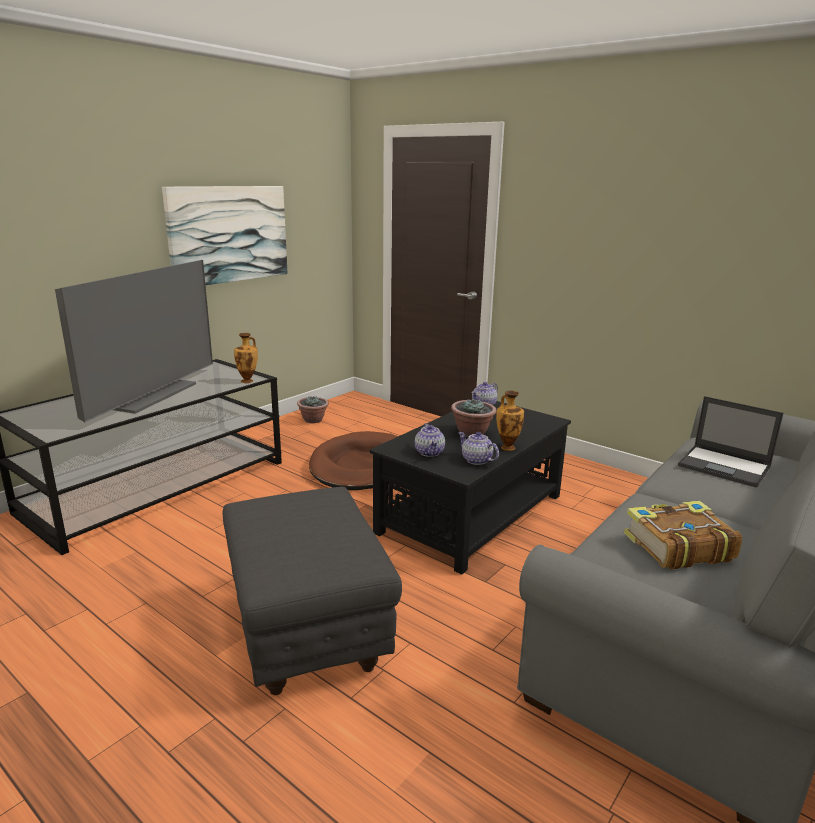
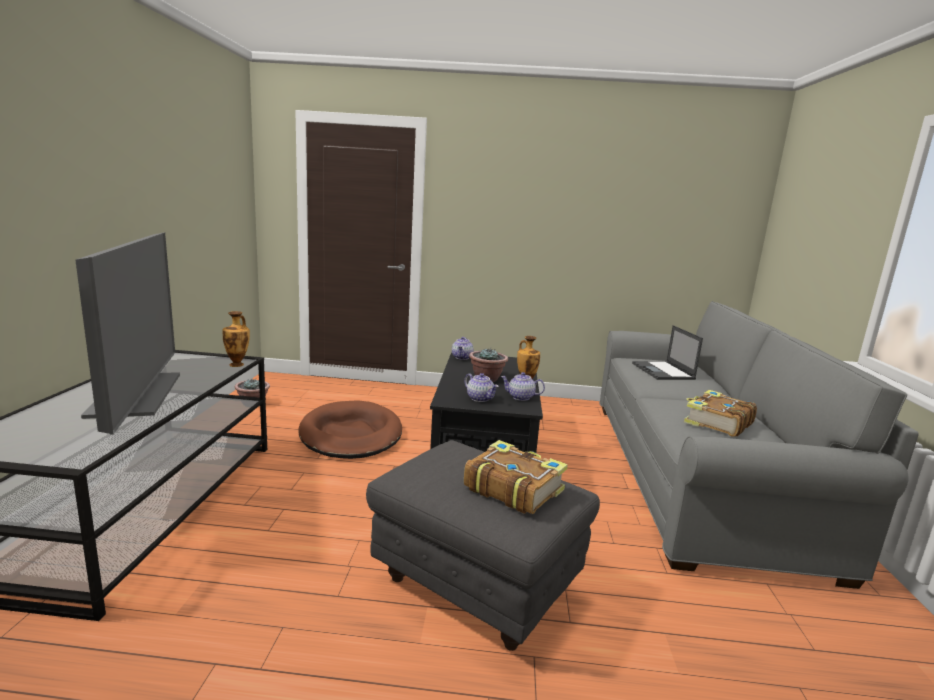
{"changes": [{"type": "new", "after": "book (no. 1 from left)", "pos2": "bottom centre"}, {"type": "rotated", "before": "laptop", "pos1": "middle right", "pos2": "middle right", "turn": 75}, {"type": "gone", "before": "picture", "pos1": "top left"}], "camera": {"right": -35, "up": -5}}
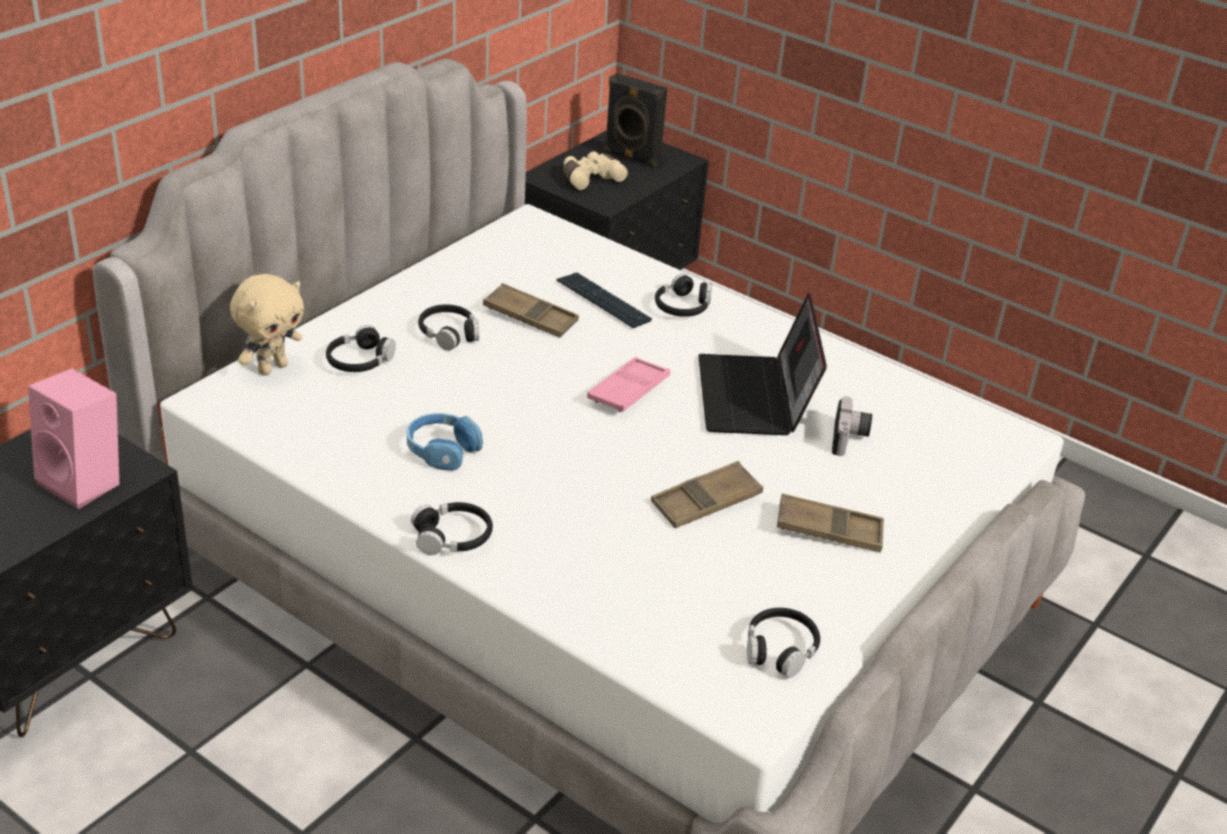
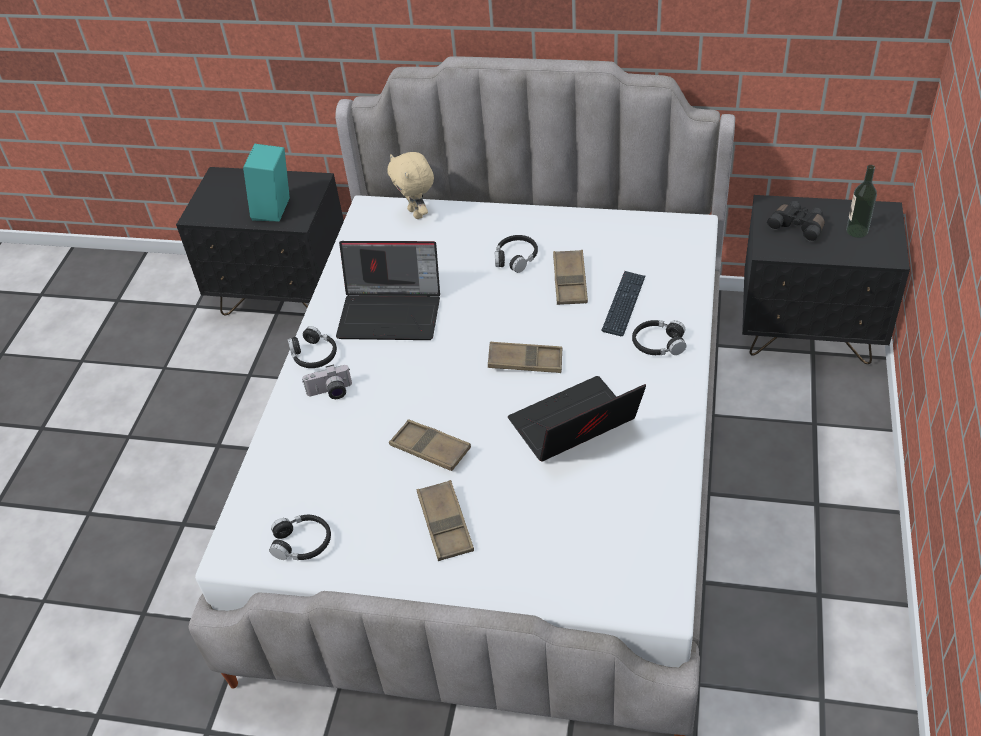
{"changes": [{"type": "repainted", "before": "pink_speaker", "after": "turquoise_speaker", "pos1": "middle left", "pos2": "top left"}, {"type": "shifted", "before": "photo_camera", "pos1": "middle right", "pos2": "centre"}, {"type": "swapped", "before": "blue_headphones", "after": "laptop (no. 1 from left)", "pos1": "centre", "pos2": "centre"}, {"type": "rotated", "before": "beige_plush_toy", "pos1": "middle left", "pos2": "top centre", "turn": 45}, {"type": "repainted", "before": "pink_tray", "after": "brown_tray (no. 3 from left)", "pos1": "centre", "pos2": "centre"}, {"type": "repainted", "before": "beige_binoculars", "after": "black_binoculars", "pos1": "top centre", "pos2": "top right"}, {"type": "swapped", "before": "black_speaker", "after": "bottle", "pos1": "top centre", "pos2": "top right"}, {"type": "gone", "before": "black_headphones (no. 1 from left)", "pos1": "middle left"}], "camera": {"right": 70, "up": 10}}
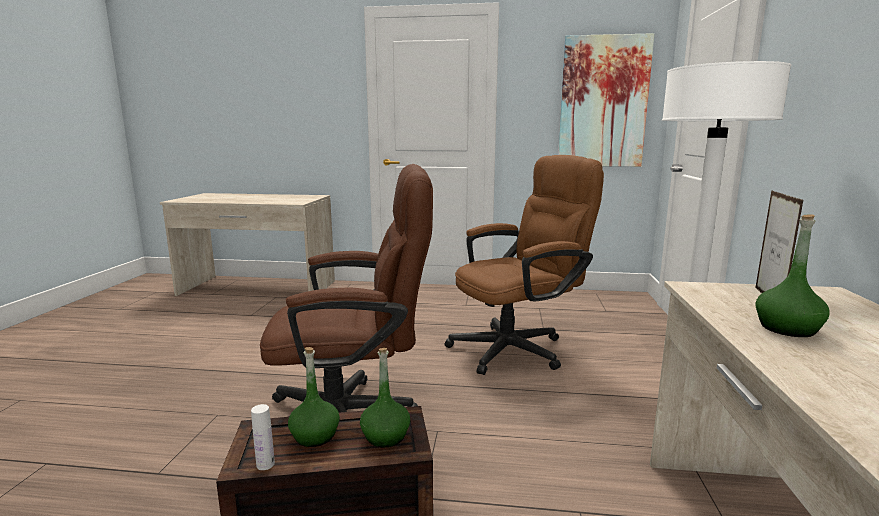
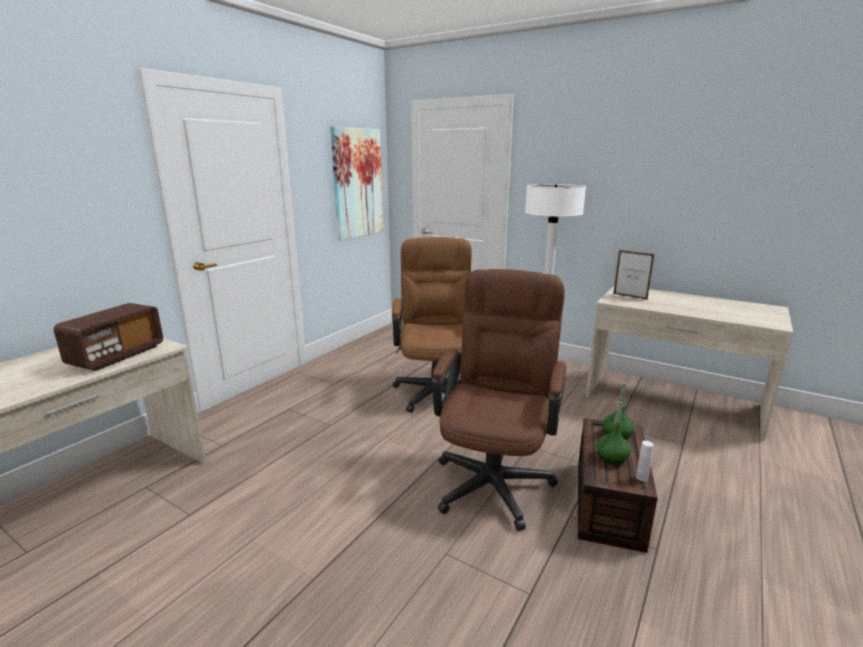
{"changes": [{"type": "new", "after": "radio", "pos2": "middle left"}, {"type": "gone", "before": "green_bottle (no. 3 from left)", "pos1": "middle right"}], "camera": {"right": -65, "up": 5}}
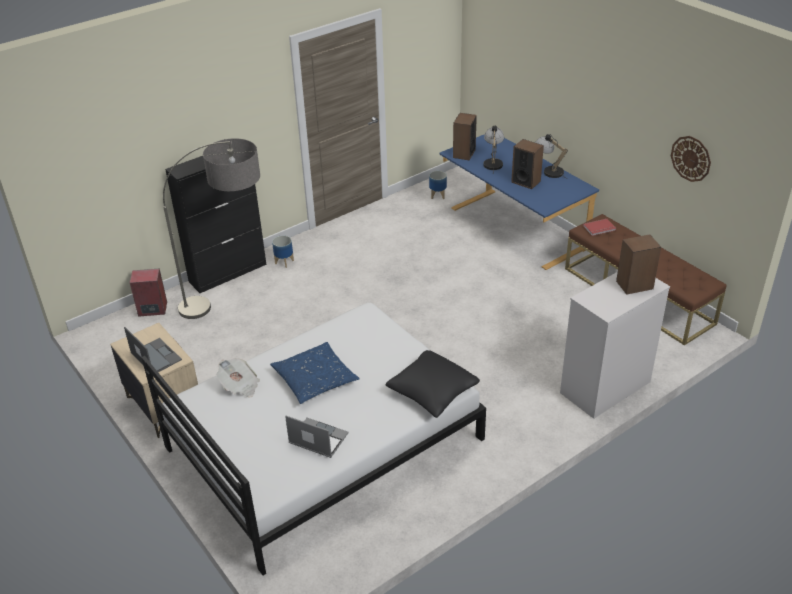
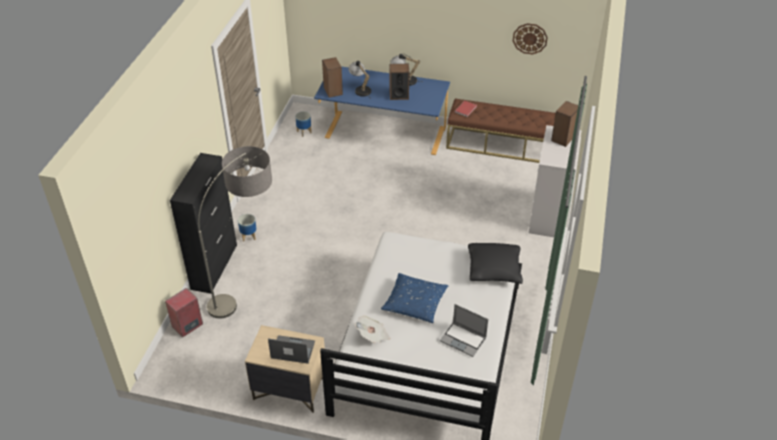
{"changes": [{"type": "rotated", "before": "laptop (no. 2 from left)", "pos1": "bottom centre", "pos2": "bottom centre", "turn": -135}], "camera": {"right": -40, "up": 5}}
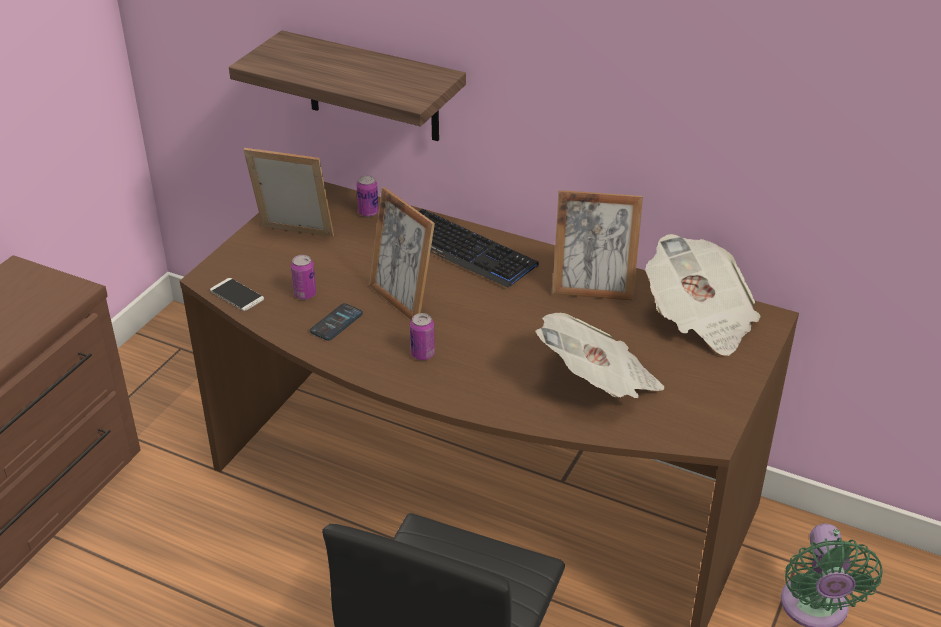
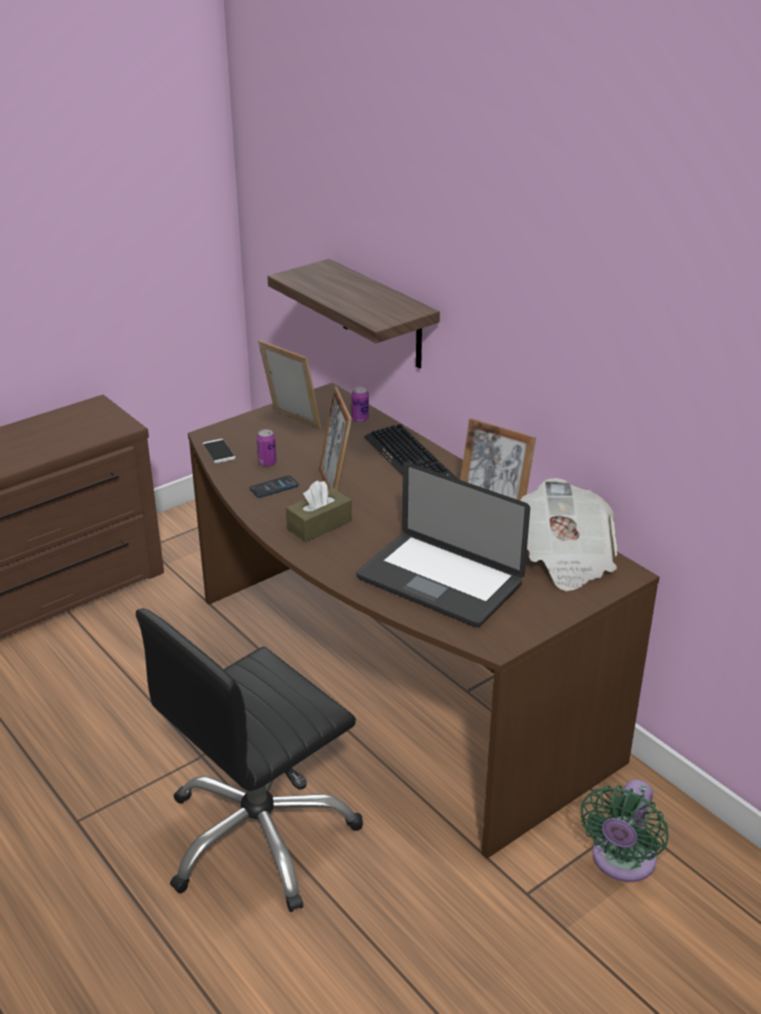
{"changes": [{"type": "swapped", "before": "can (no. 3 from left)", "after": "brown_tissue_box", "pos1": "centre", "pos2": "centre"}, {"type": "swapped", "before": "newspaper (no. 1 from left)", "after": "laptop", "pos1": "centre", "pos2": "centre"}], "camera": {"right": 25, "up": -5}}
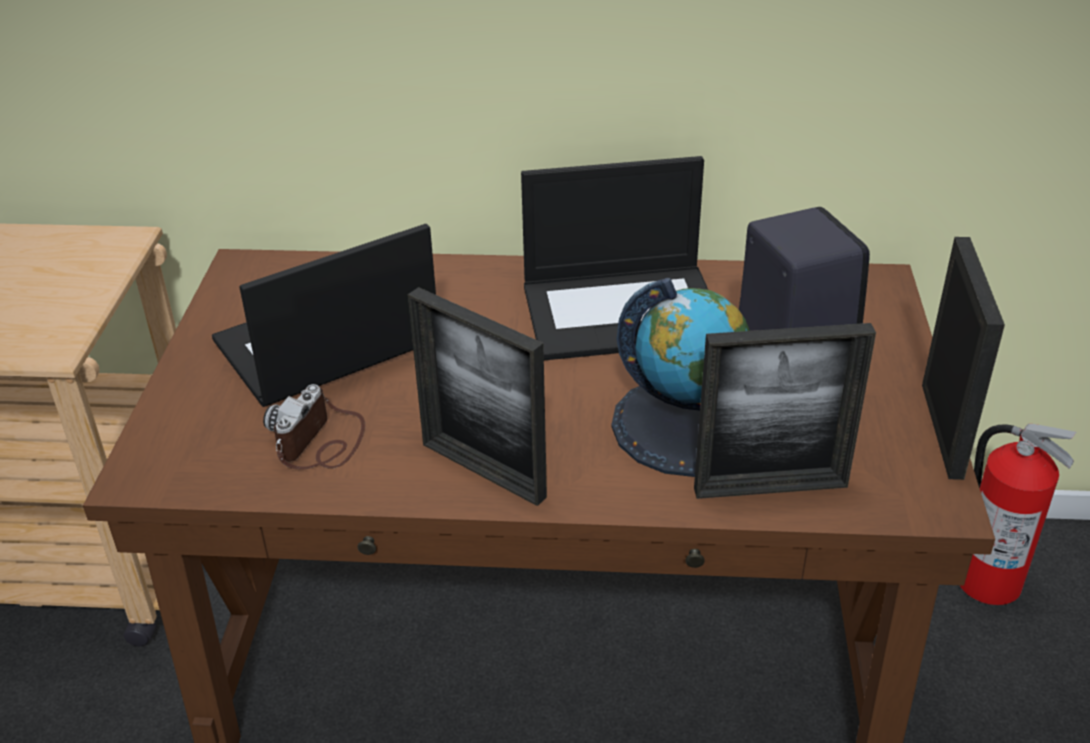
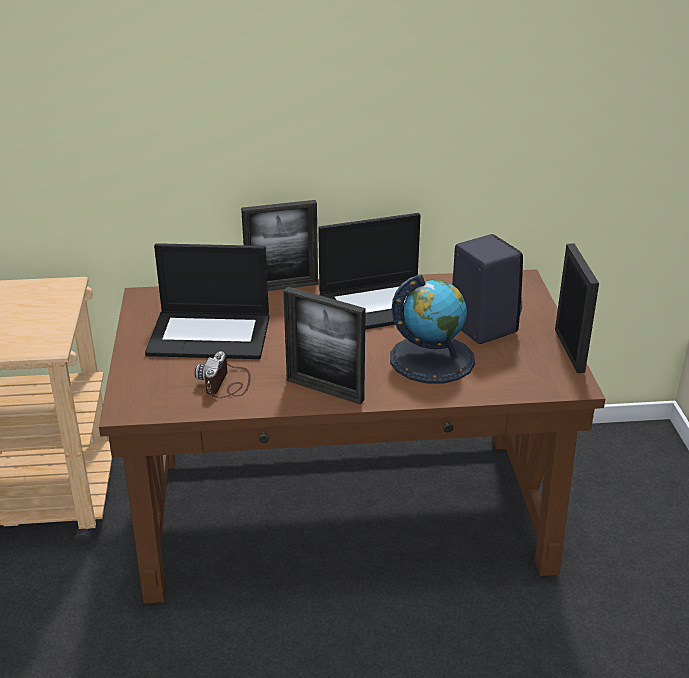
{"changes": [{"type": "rotated", "before": "laptop (no. 1 from left)", "pos1": "middle left", "pos2": "middle left", "turn": -135}, {"type": "shifted", "before": "picture_frame (no. 2 from left in the first image)", "after": "picture_frame (no. 1 from left)", "pos1": "middle right", "pos2": "centre"}, {"type": "gone", "before": "fire_extinguisher", "pos1": "bottom right"}], "camera": {"right": -10, "up": -5}}
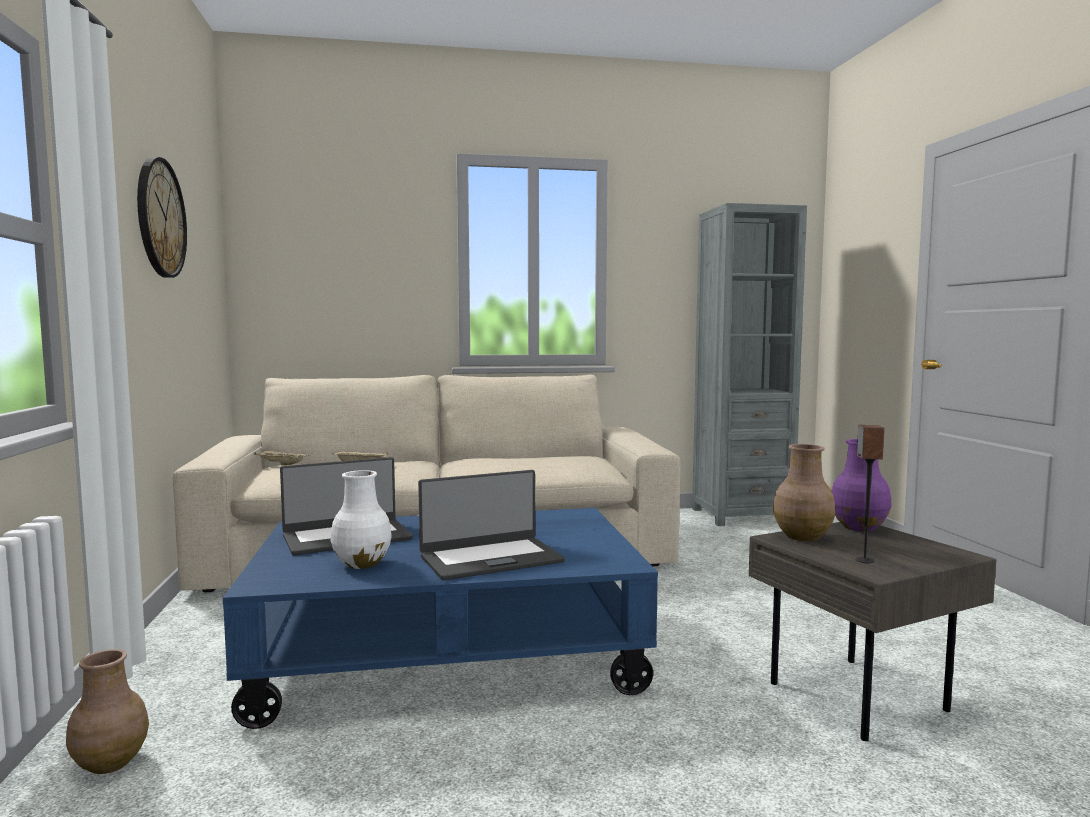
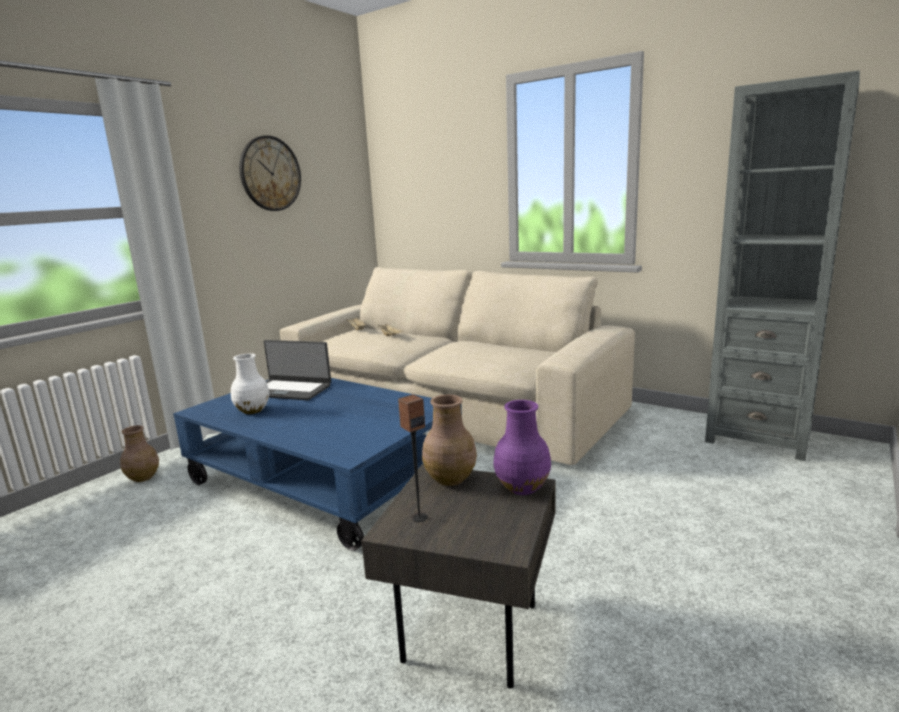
{"changes": [{"type": "gone", "before": "laptop (no. 2 from left)", "pos1": "centre"}], "camera": {"right": 45, "up": 10}}
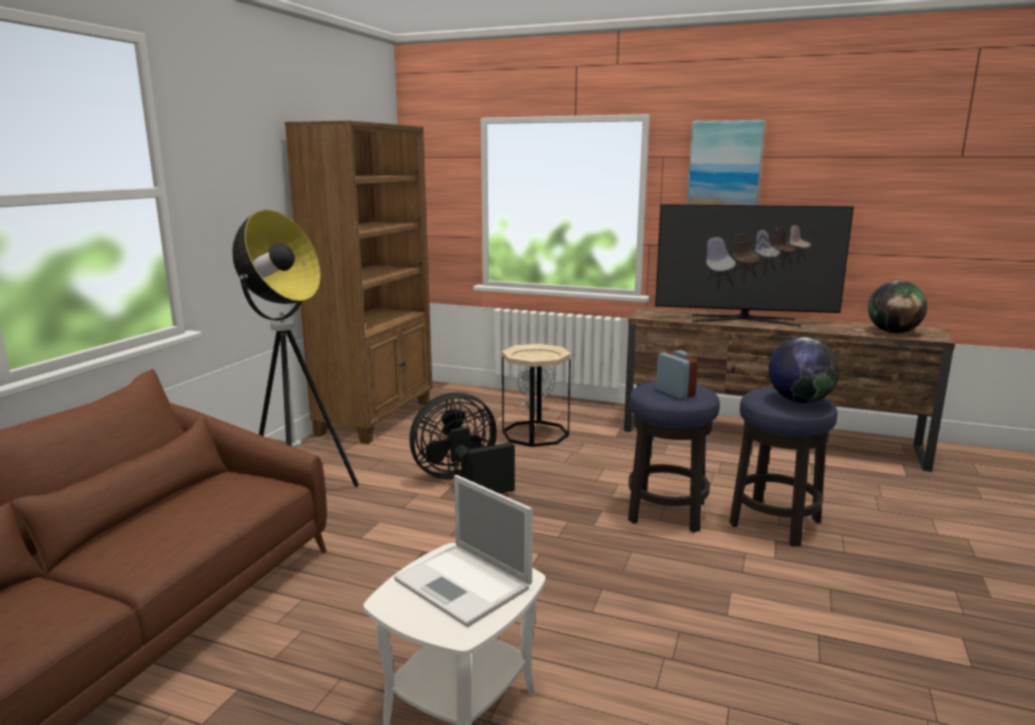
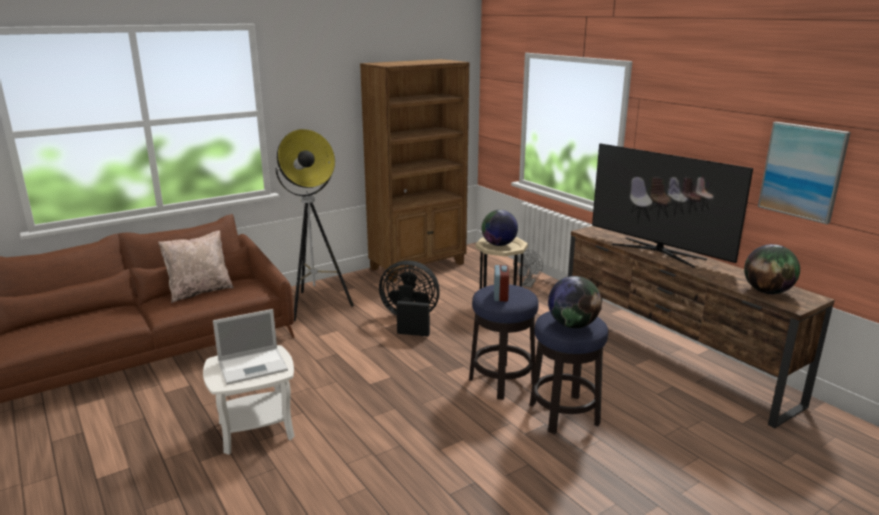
{"changes": [{"type": "new", "after": "beige_pillow", "pos2": "middle left"}, {"type": "rotated", "before": "laptop", "pos1": "bottom centre", "pos2": "bottom left", "turn": -105}, {"type": "new", "after": "globe (no. 1 from left)", "pos2": "centre"}, {"type": "shifted", "before": "picture", "pos1": "top right", "pos2": "middle right"}], "camera": {"right": 35, "up": 5}}
